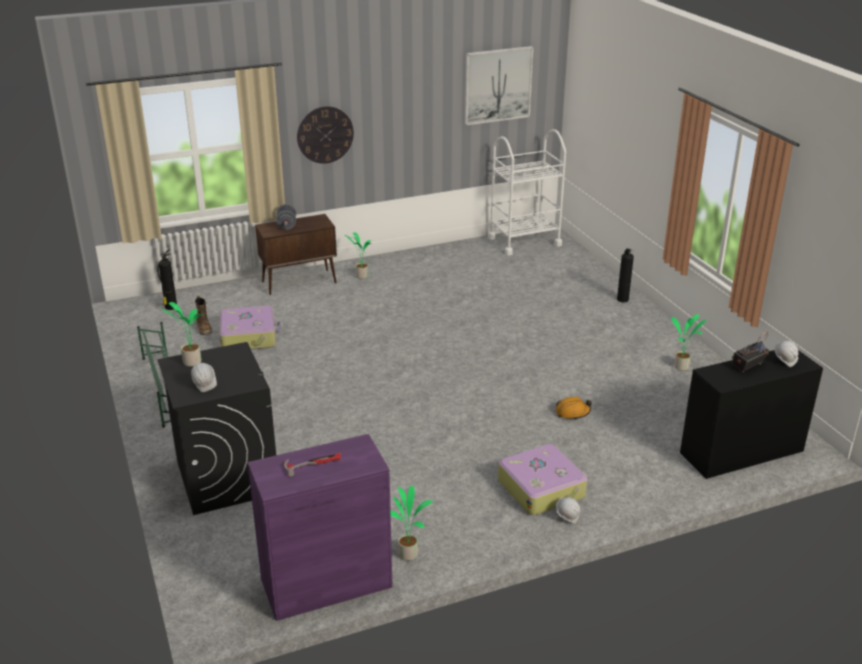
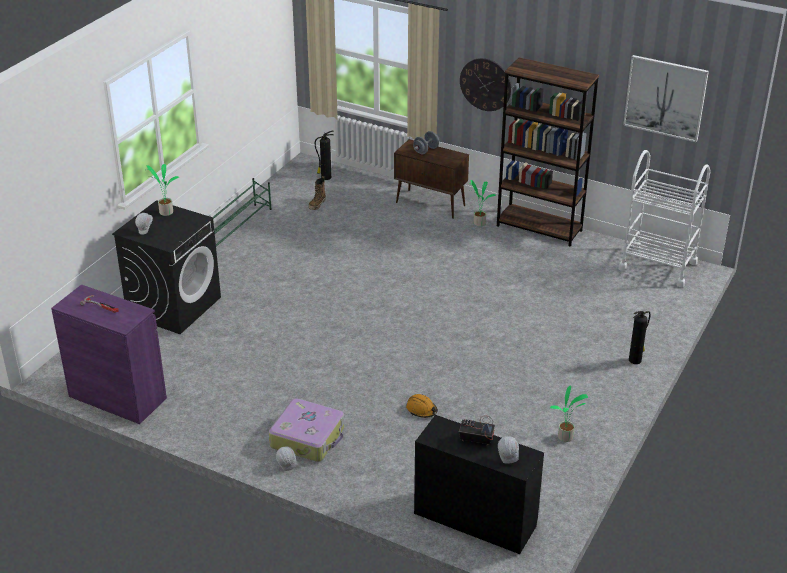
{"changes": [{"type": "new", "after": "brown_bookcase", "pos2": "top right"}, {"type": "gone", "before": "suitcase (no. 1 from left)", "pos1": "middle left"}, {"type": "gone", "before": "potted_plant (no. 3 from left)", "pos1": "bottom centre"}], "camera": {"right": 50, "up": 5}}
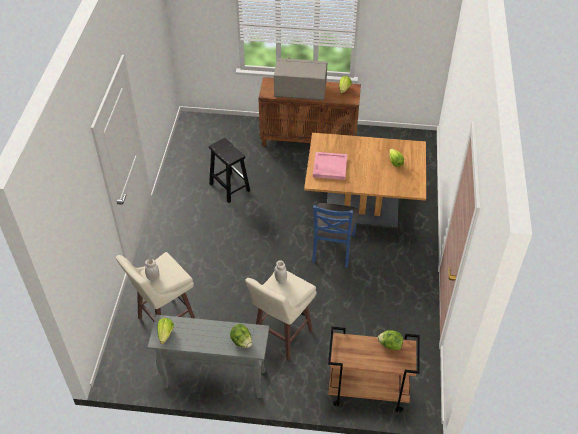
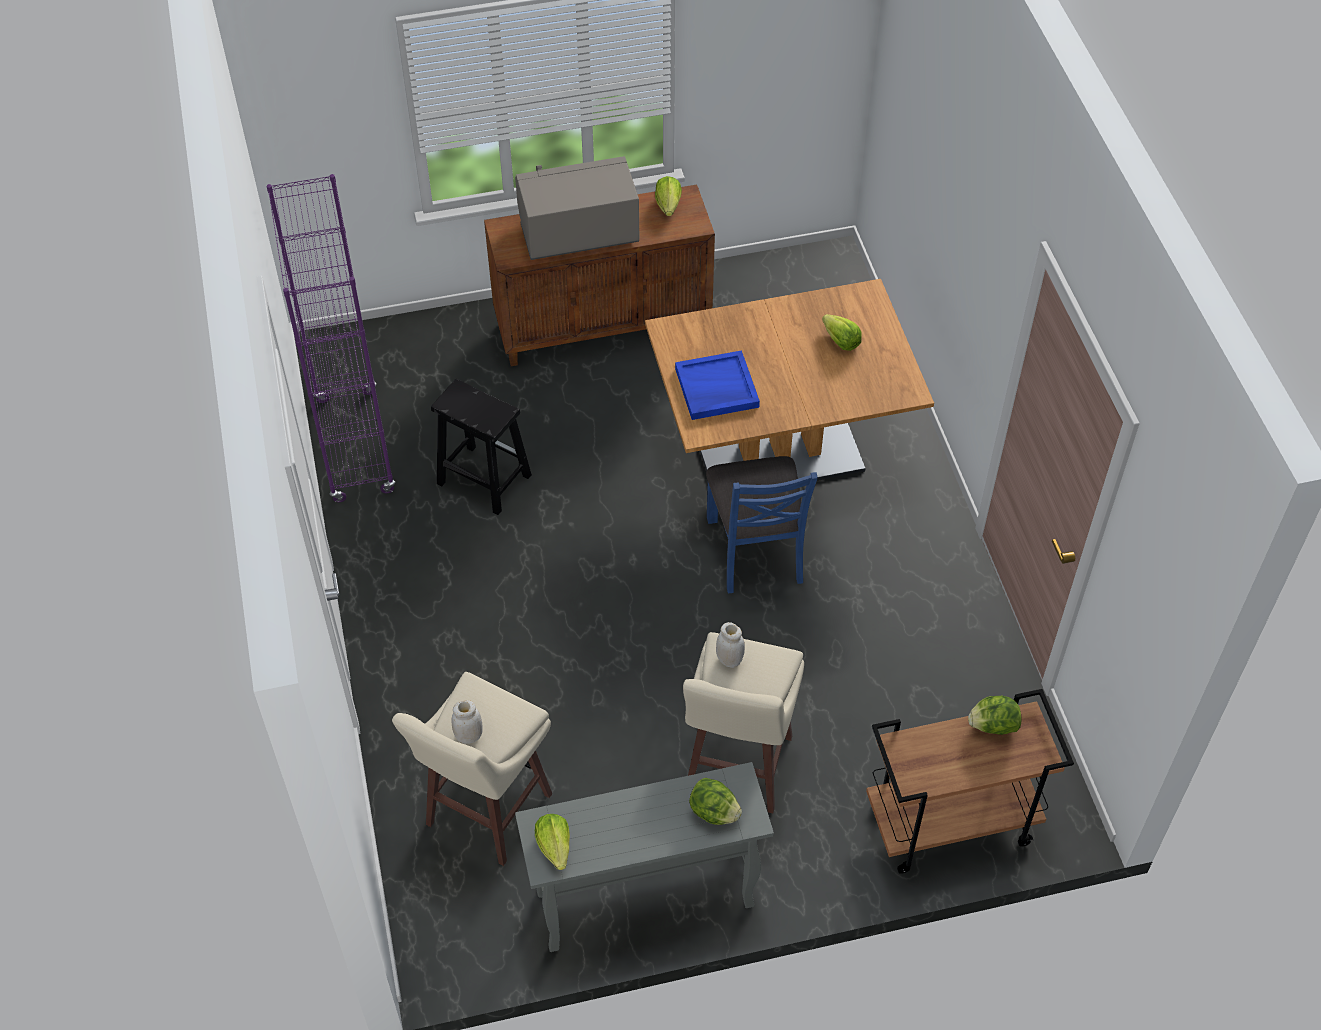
{"changes": [{"type": "new", "after": "purple_bookcase", "pos2": "top left"}, {"type": "repainted", "before": "pink_tray", "after": "blue_tray", "pos1": "centre", "pos2": "centre"}], "camera": {"right": -20, "up": 5}}
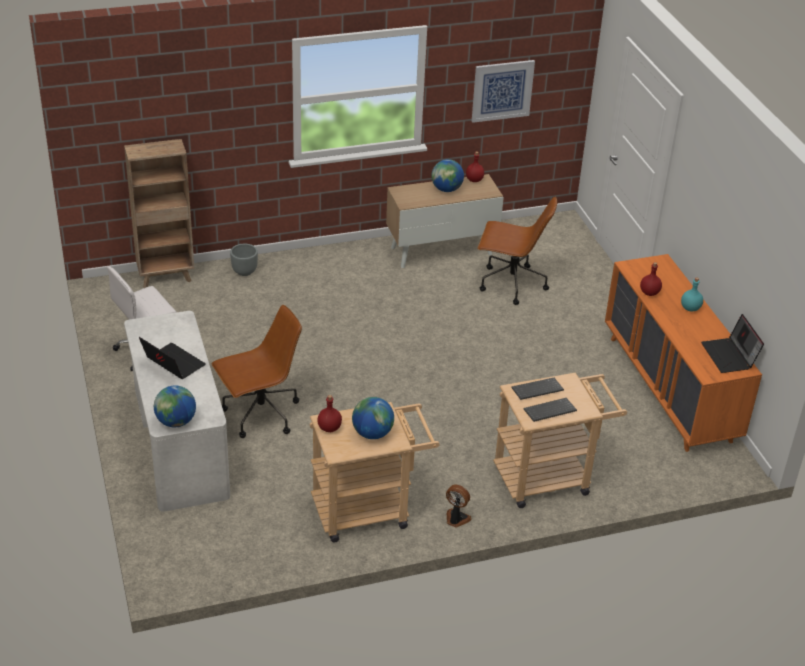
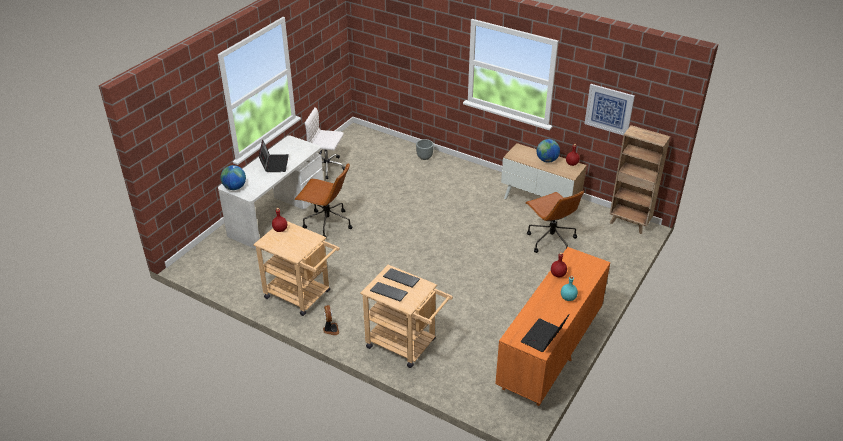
{"changes": [{"type": "shifted", "before": "brown_bookcase", "pos1": "top left", "pos2": "middle right"}, {"type": "gone", "before": "globe (no. 2 from left)", "pos1": "centre"}], "camera": {"right": 50, "up": 0}}
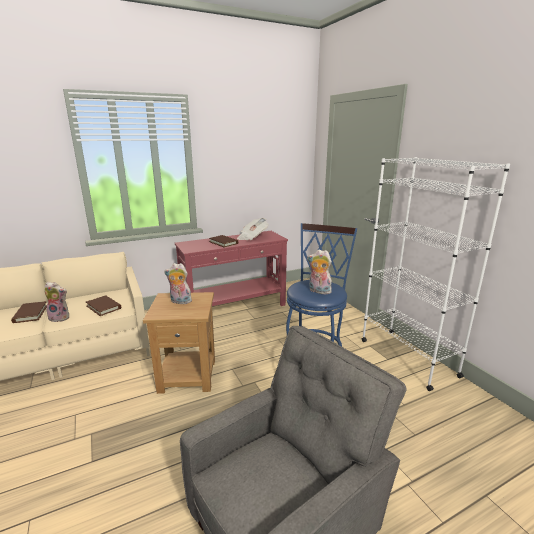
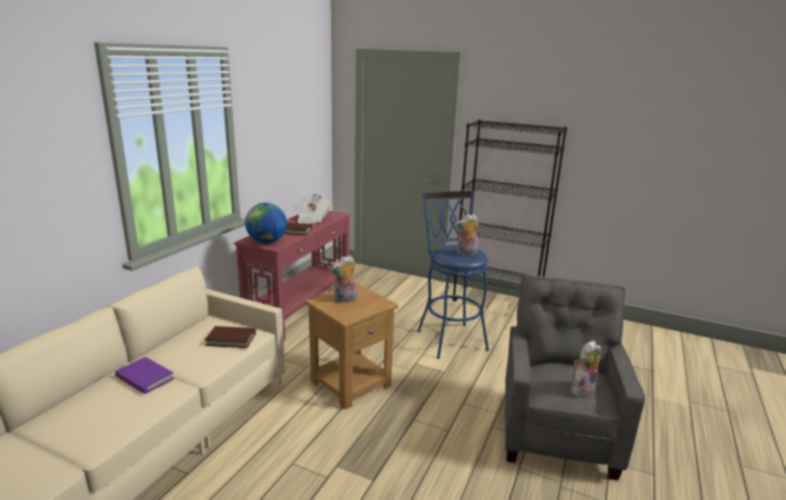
{"changes": [{"type": "repainted", "before": "brown_book (no. 1 from left)", "after": "purple_book", "pos1": "middle left", "pos2": "bottom left"}, {"type": "new", "after": "globe", "pos2": "centre"}, {"type": "repainted", "before": "white_bookcase", "after": "black_bookcase", "pos1": "middle right", "pos2": "centre"}, {"type": "shifted", "before": "plush_toy (no. 1 from left in the first image)", "after": "plush_toy (no. 3 from left)", "pos1": "middle left", "pos2": "bottom right"}], "camera": {"right": -40, "up": 0}}
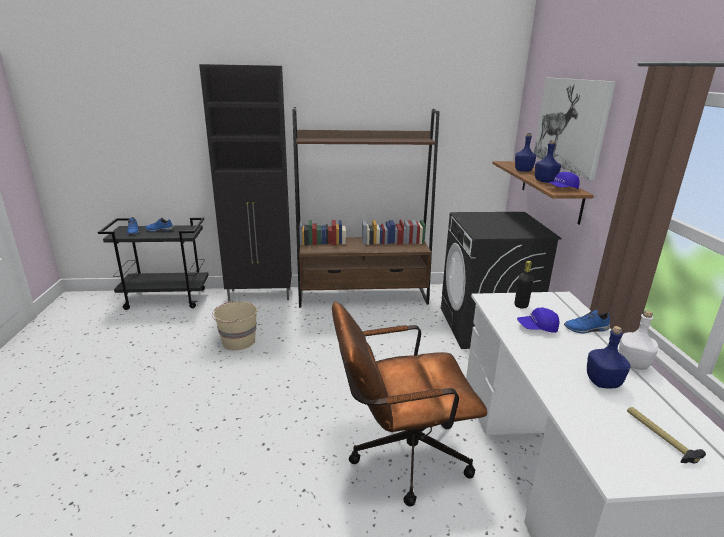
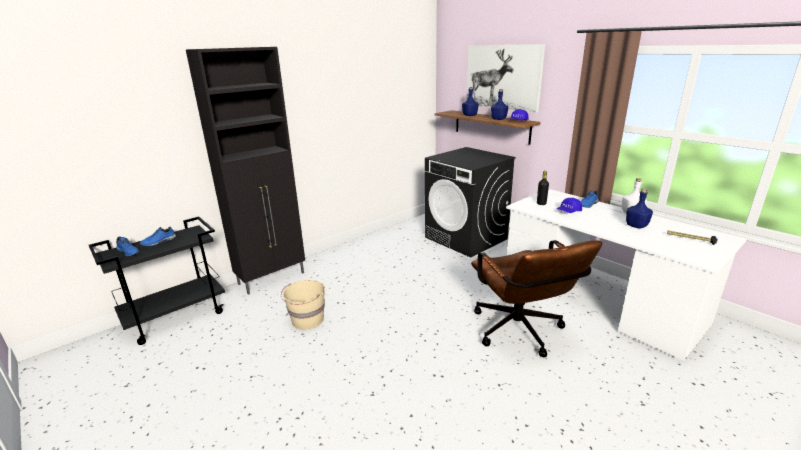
{"changes": [{"type": "rotated", "before": "brown_office_chair", "pos1": "bottom centre", "pos2": "middle right", "turn": -60}, {"type": "gone", "before": "brown_bookcase", "pos1": "centre"}], "camera": {"right": -35, "up": 0}}
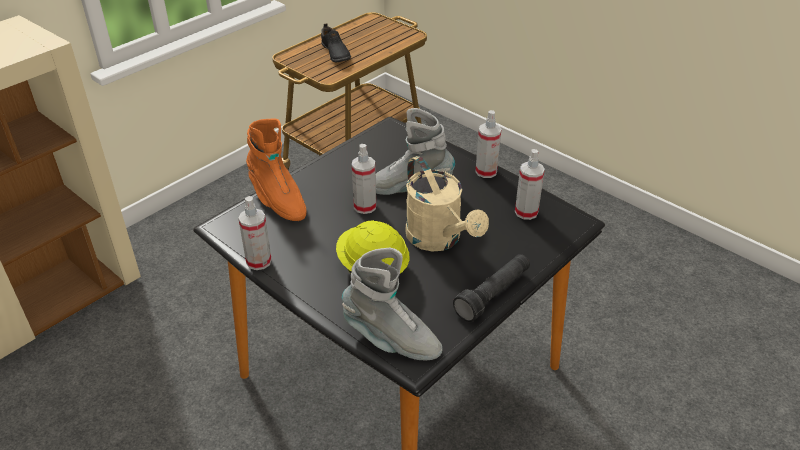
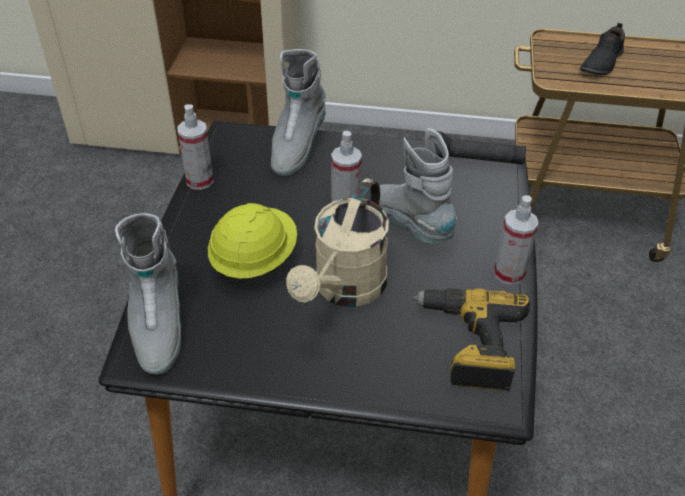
{"changes": [{"type": "repainted", "before": "orange_boot", "after": "grey_boot (no. 2 from left)", "pos1": "centre", "pos2": "top centre"}, {"type": "swapped", "before": "spray_bottle (no. 4 from left)", "after": "power_drill", "pos1": "centre", "pos2": "bottom right"}, {"type": "shifted", "before": "black_flashlight", "pos1": "centre", "pos2": "top right"}], "camera": {"right": 55, "up": 5}}
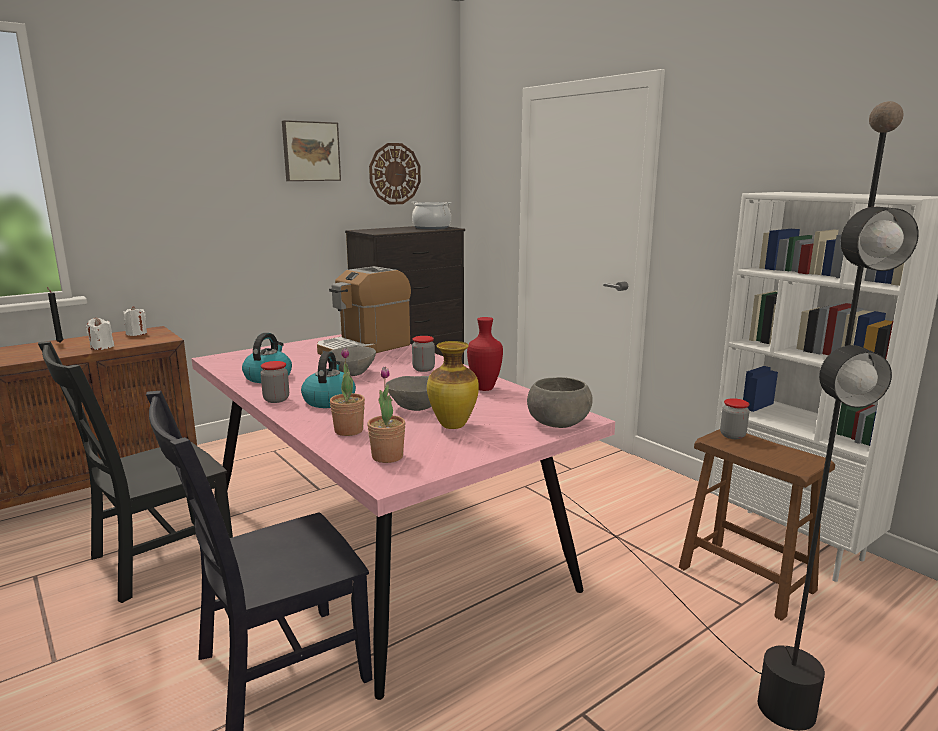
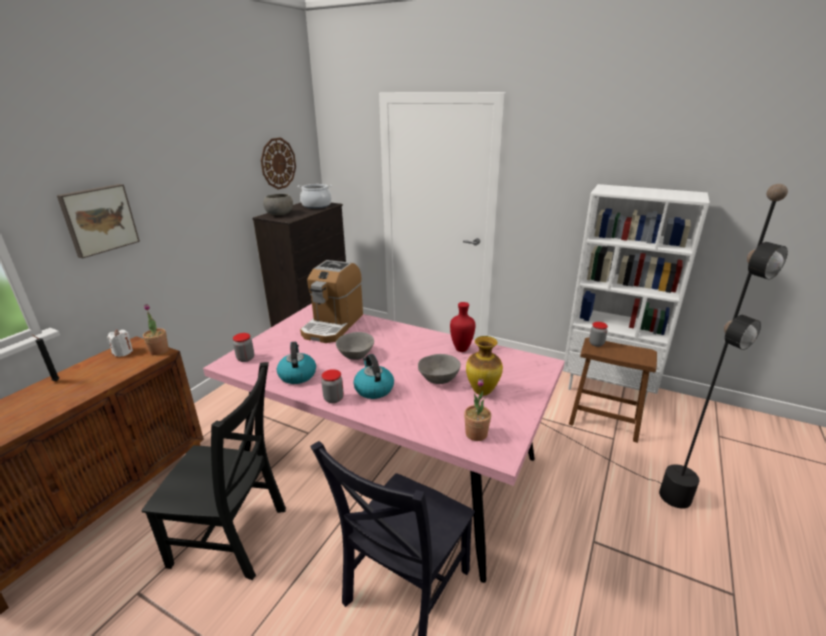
{"changes": [{"type": "shifted", "before": "picture", "pos1": "top left", "pos2": "middle left"}, {"type": "rotated", "before": "black_chair (no. 1 from left)", "pos1": "middle left", "pos2": "bottom left", "turn": -105}, {"type": "shifted", "before": "potted_plant (no. 1 from left)", "pos1": "centre", "pos2": "middle left"}, {"type": "shifted", "before": "jar (no. 2 from left in the first image)", "after": "jar (no. 1 from left)", "pos1": "centre", "pos2": "middle left"}, {"type": "shifted", "before": "grey_bowl (no. 3 from left in the first image)", "after": "grey_bowl (no. 1 from left)", "pos1": "centre", "pos2": "top centre"}, {"type": "gone", "before": "white_candle (no. 1 from left)", "pos1": "middle left"}], "camera": {"right": -25, "up": 10}}
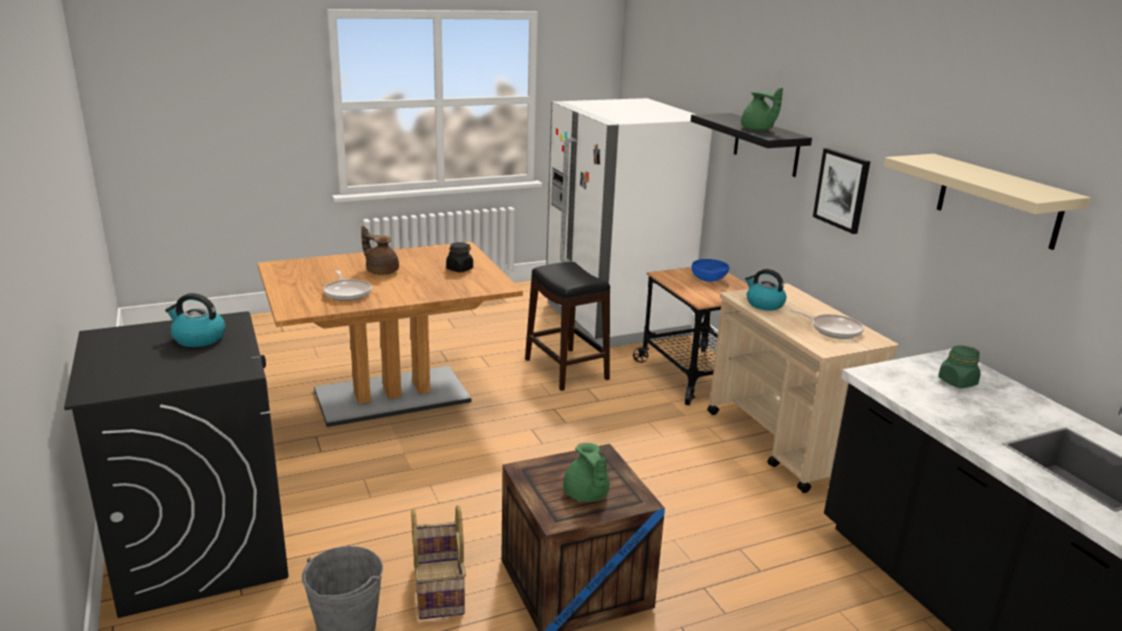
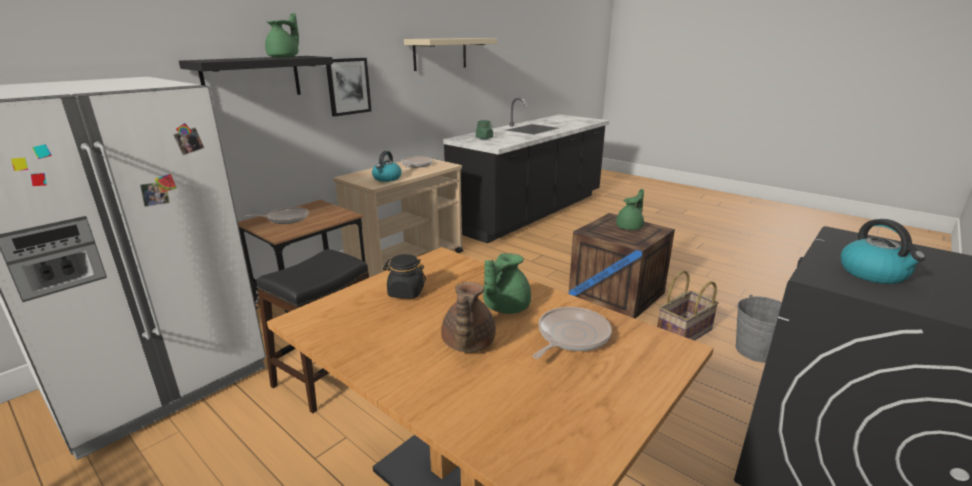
{"changes": [{"type": "swapped", "before": "blue_bowl", "after": "frying_pan (no. 1 from left)", "pos1": "centre", "pos2": "middle left"}, {"type": "new", "after": "green_teapot (no. 2 from left)", "pos2": "centre"}], "camera": {"right": -115, "up": 0}}
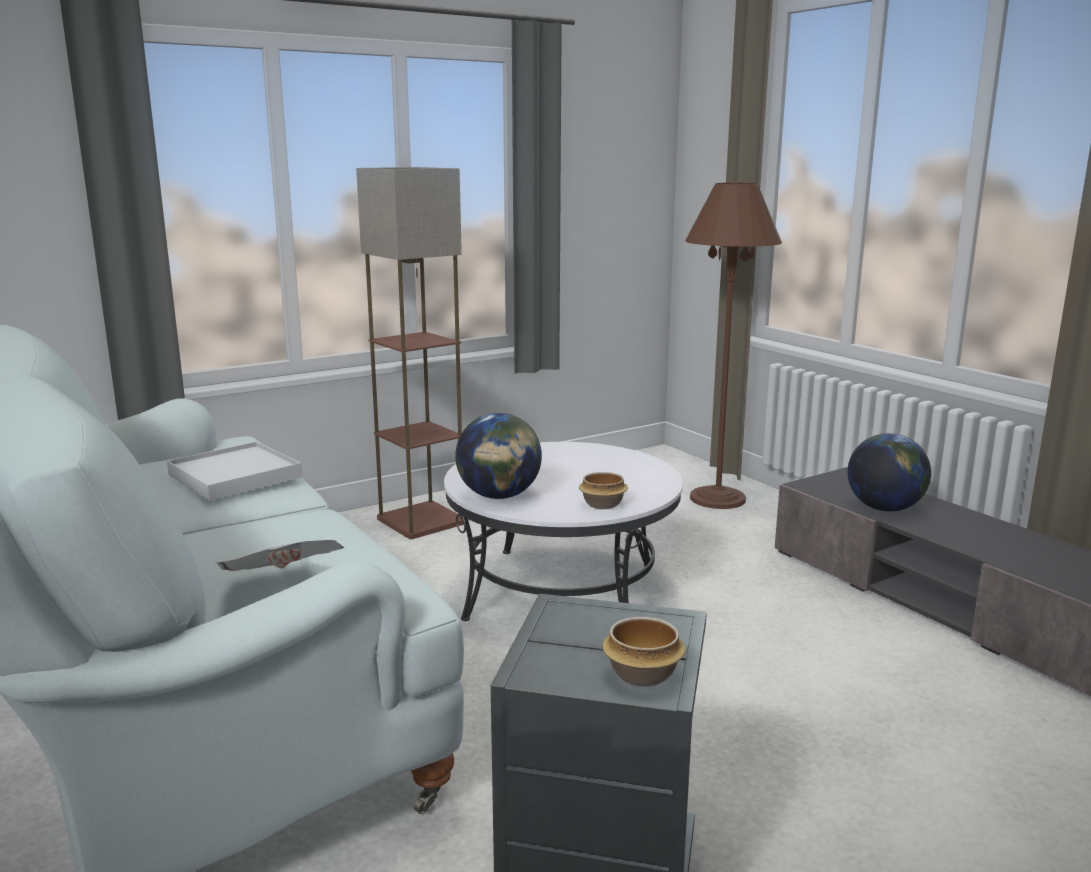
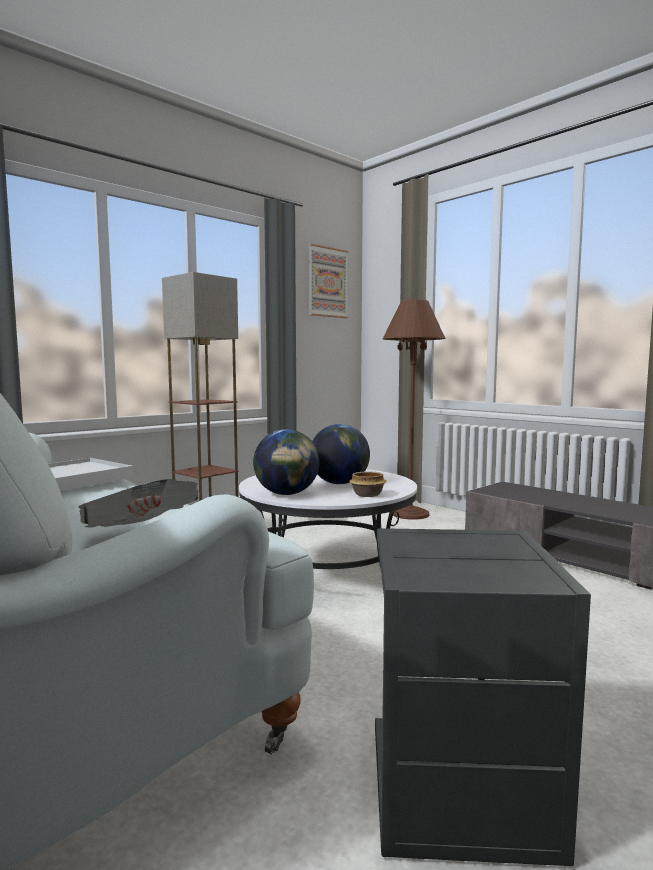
{"changes": [{"type": "new", "after": "picture", "pos2": "top centre"}, {"type": "shifted", "before": "globe (no. 2 from left)", "pos1": "middle right", "pos2": "centre"}, {"type": "gone", "before": "bowl (no. 2 from left)", "pos1": "bottom centre"}], "camera": {"right": -10, "up": -10}}
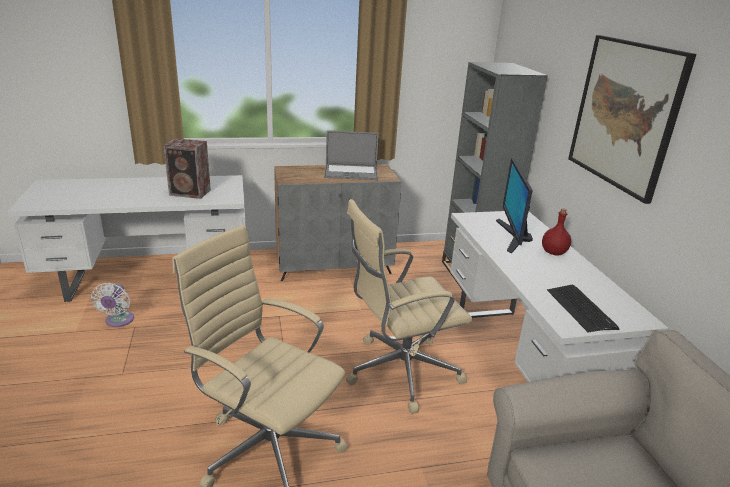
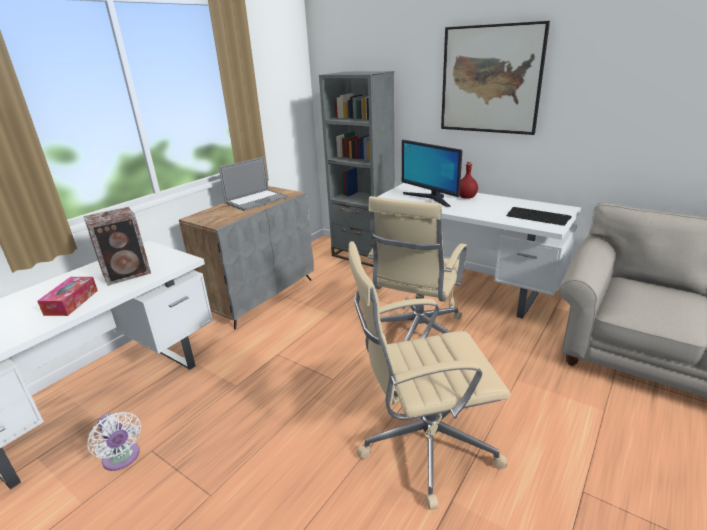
{"changes": [{"type": "new", "after": "tissue_box", "pos2": "middle left"}], "camera": {"right": -40, "up": 0}}
